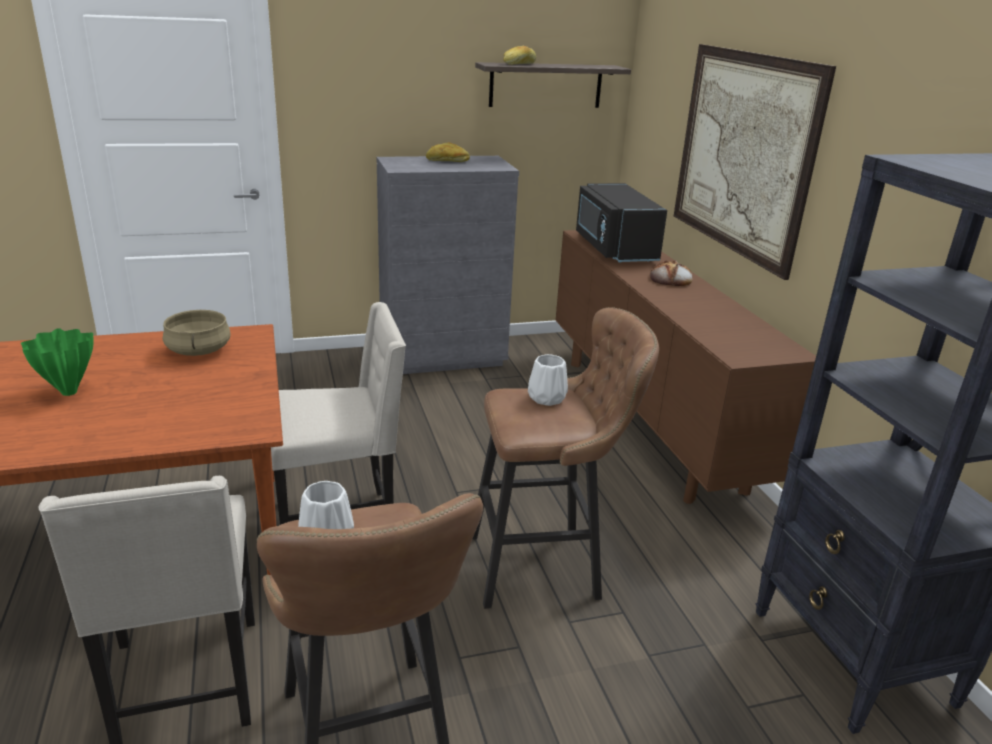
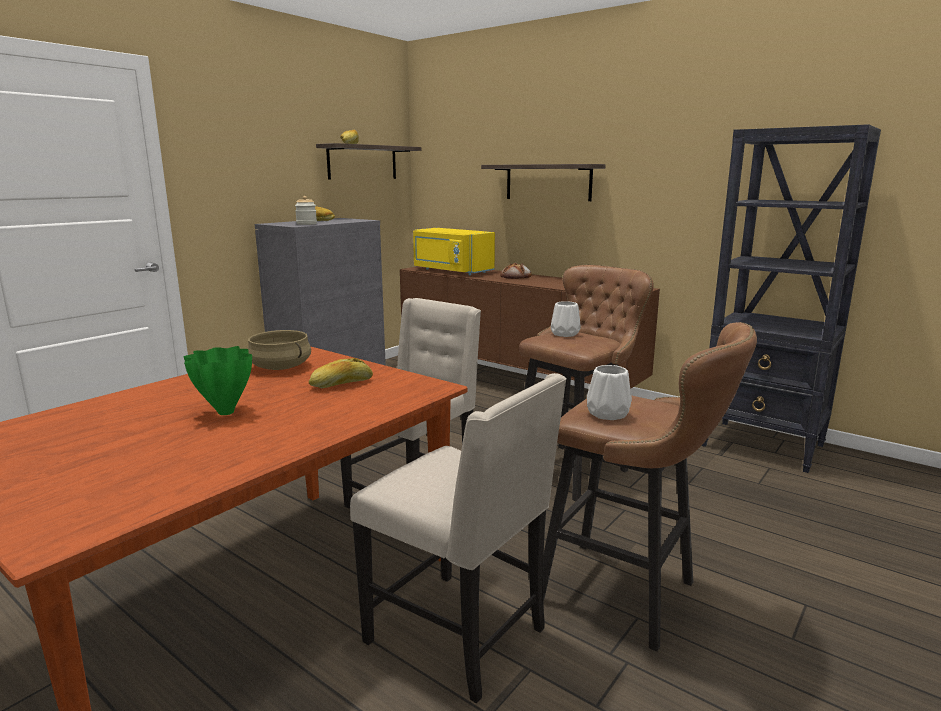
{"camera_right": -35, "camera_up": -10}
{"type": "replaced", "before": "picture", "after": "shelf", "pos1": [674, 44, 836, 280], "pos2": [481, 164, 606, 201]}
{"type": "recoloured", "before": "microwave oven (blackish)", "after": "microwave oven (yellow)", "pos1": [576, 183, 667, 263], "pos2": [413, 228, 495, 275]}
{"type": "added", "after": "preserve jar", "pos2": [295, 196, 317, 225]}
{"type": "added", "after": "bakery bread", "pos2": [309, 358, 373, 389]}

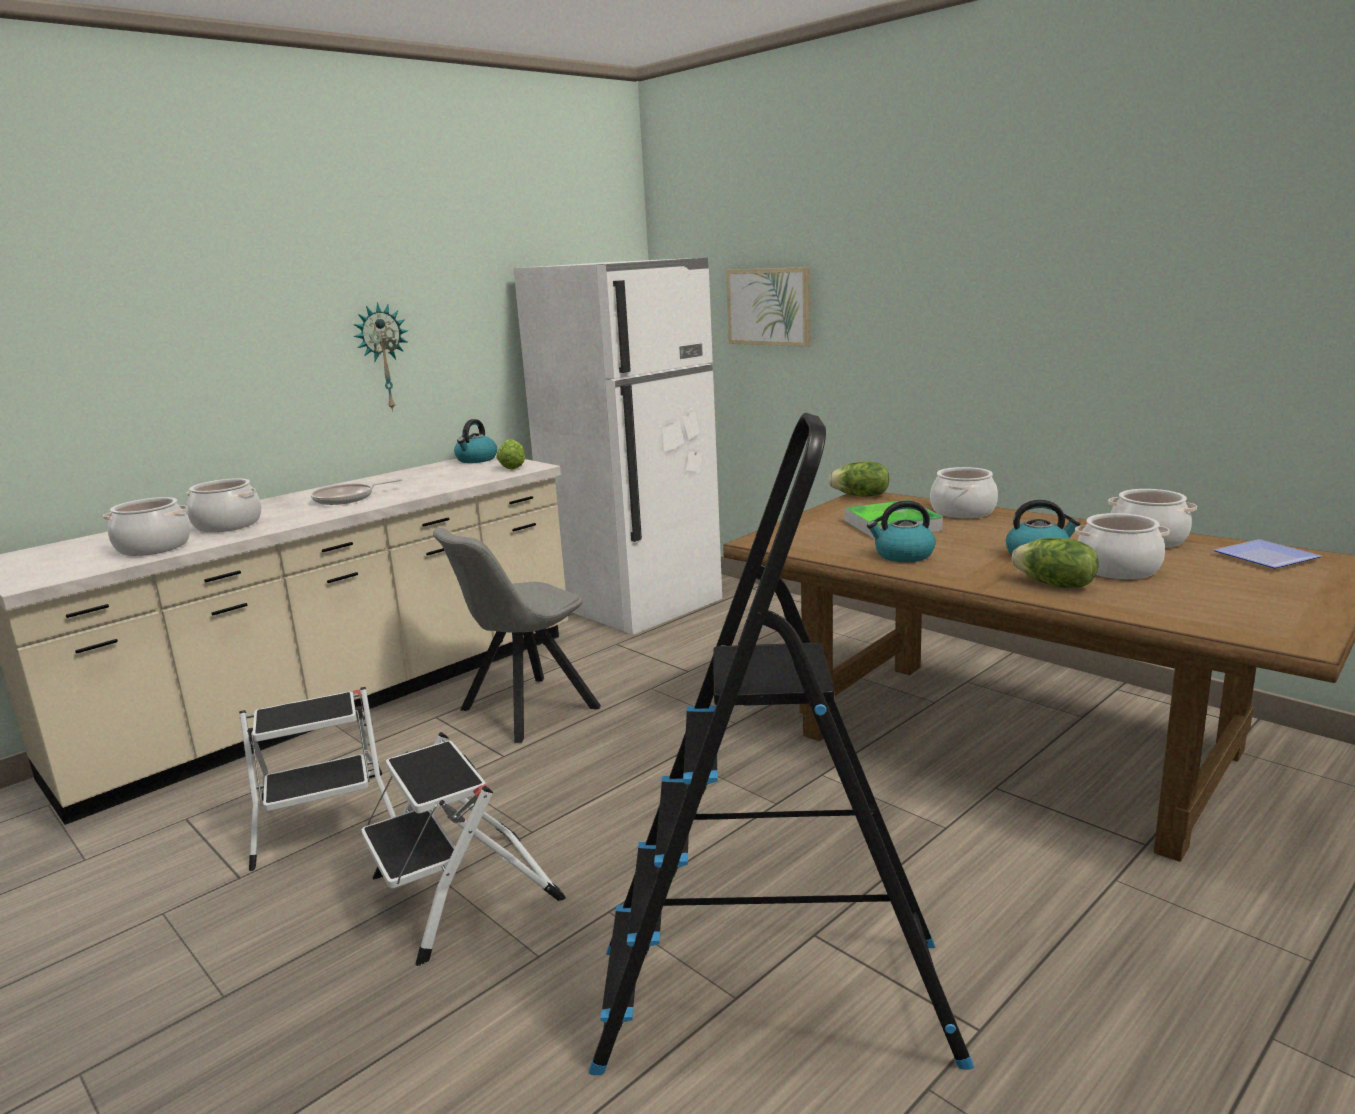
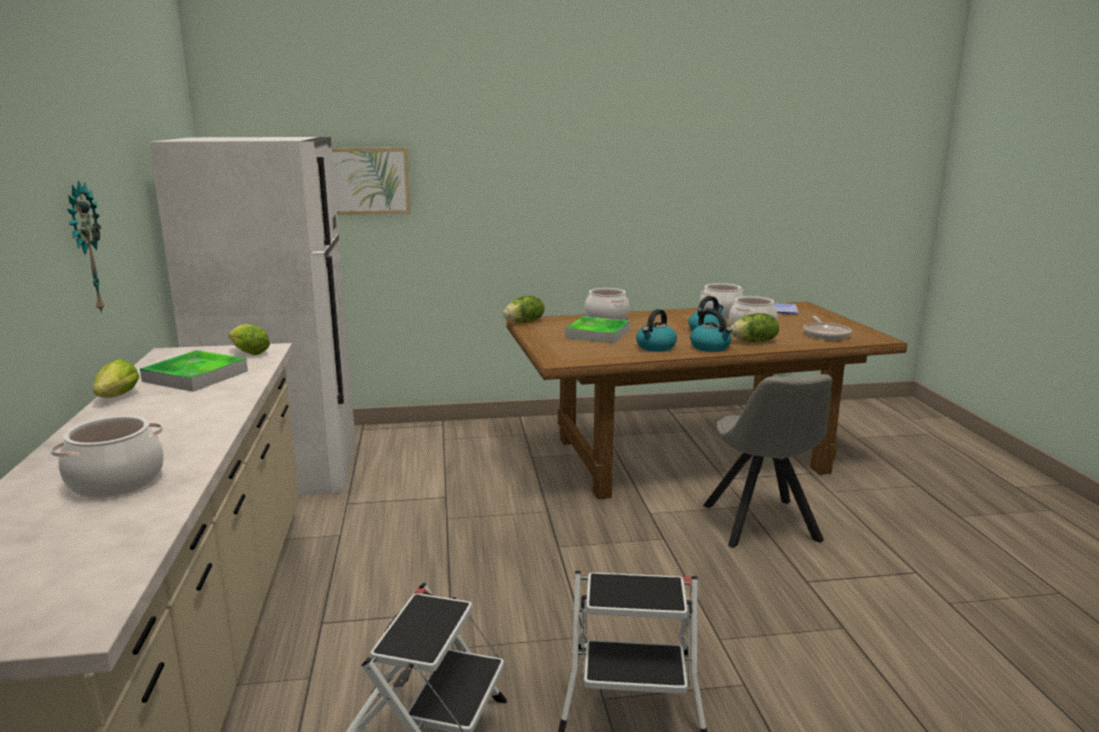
{"camera_right": -55, "camera_up": 0}
{"type": "removed", "before": "step ladder (blackish)", "pos1": [589, 413, 974, 1075]}
{"type": "moved", "before": "water kettle", "pos1": [454, 419, 497, 463], "pos2": [690, 309, 732, 352]}
{"type": "moved", "before": "pan", "pos1": [311, 479, 402, 505], "pos2": [804, 316, 852, 340]}
{"type": "removed", "before": "stockpot", "pos1": [103, 497, 190, 556]}
{"type": "moved", "before": "plain chair (grey)", "pos1": [433, 528, 601, 743], "pos2": [703, 374, 832, 548]}
{"type": "added", "after": "serving tray", "pos2": [140, 350, 248, 392]}
{"type": "added", "after": "lettuce", "pos2": [93, 359, 139, 398]}

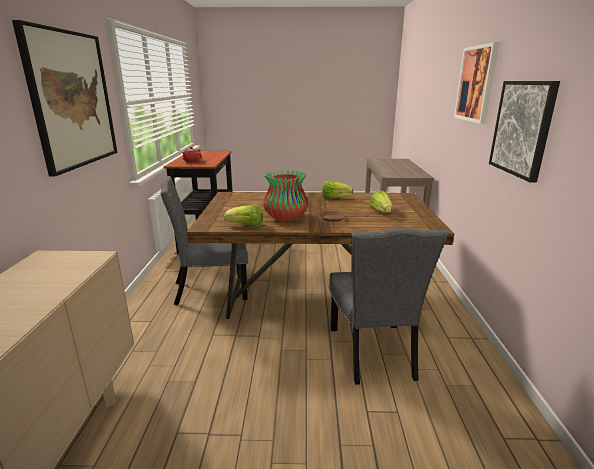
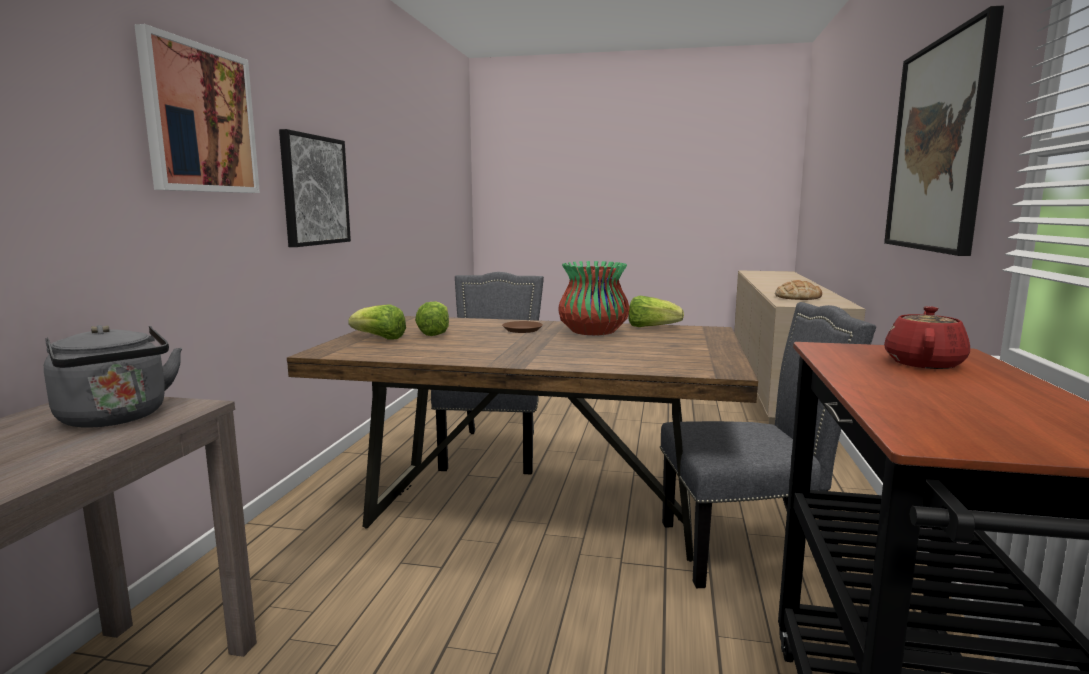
{"camera_right": -170, "camera_up": -10}
{"type": "moved", "before": "lettuce", "pos1": [322, 180, 353, 199], "pos2": [348, 304, 406, 339]}
{"type": "added", "after": "bakery bread", "pos2": [775, 280, 822, 300]}
{"type": "added", "after": "water kettle (grey)", "pos2": [44, 325, 182, 428]}

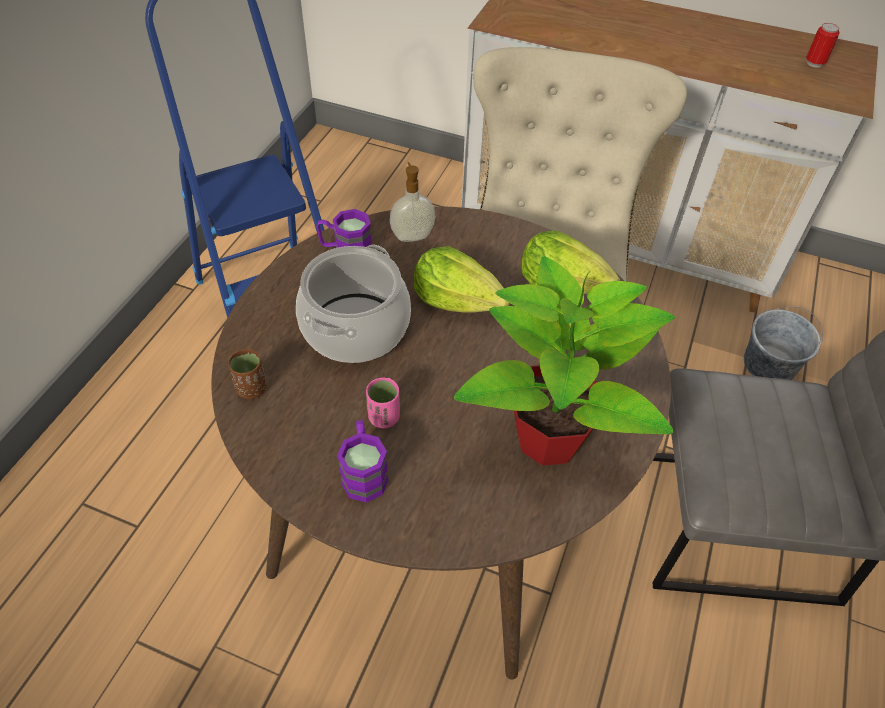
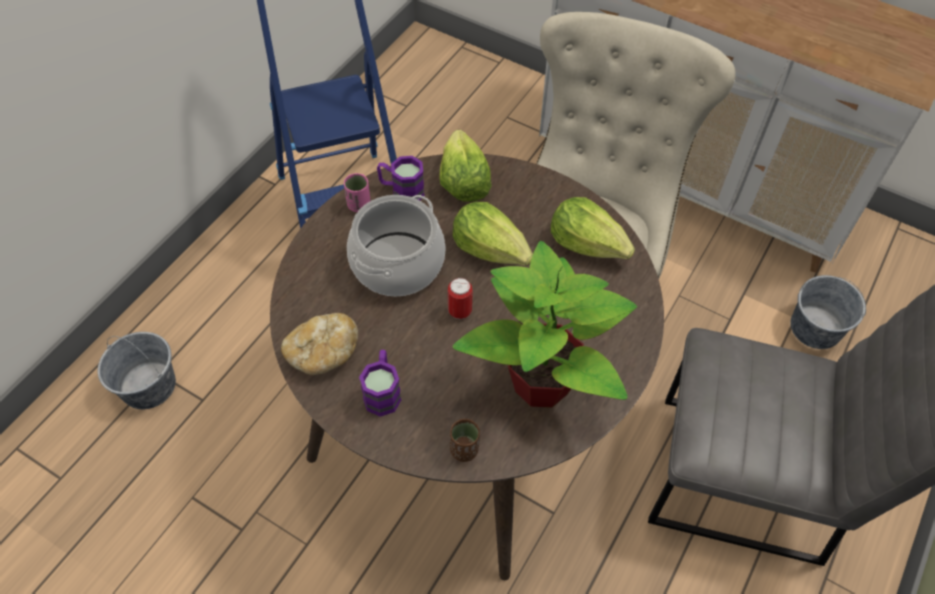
{"camera_right": 10, "camera_up": 5}
{"type": "moved", "before": "sealed can", "pos1": [806, 23, 839, 68], "pos2": [448, 278, 473, 319]}
{"type": "replaced", "before": "liquid soap bottle", "after": "lettuce", "pos1": [390, 162, 435, 242], "pos2": [439, 130, 492, 202]}
{"type": "moved", "before": "small cup (brown-coloured)", "pos1": [228, 349, 267, 399], "pos2": [450, 419, 480, 462]}
{"type": "moved", "before": "small cup (pinkish)", "pos1": [366, 378, 400, 428], "pos2": [344, 173, 370, 212]}
{"type": "added", "after": "bakery bread", "pos2": [281, 313, 358, 375]}
{"type": "added", "after": "pail (grey)", "pos2": [98, 332, 176, 409]}

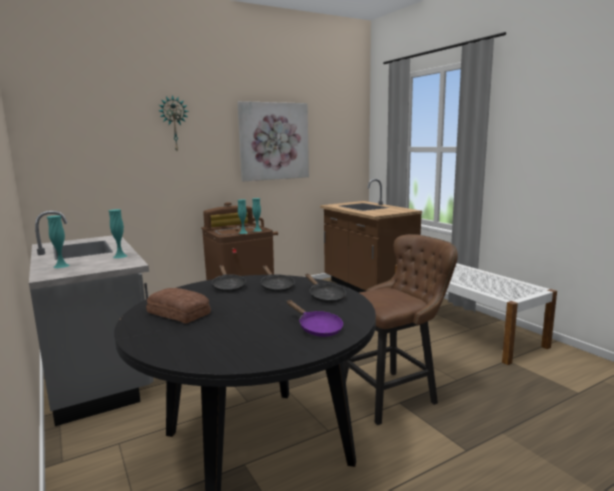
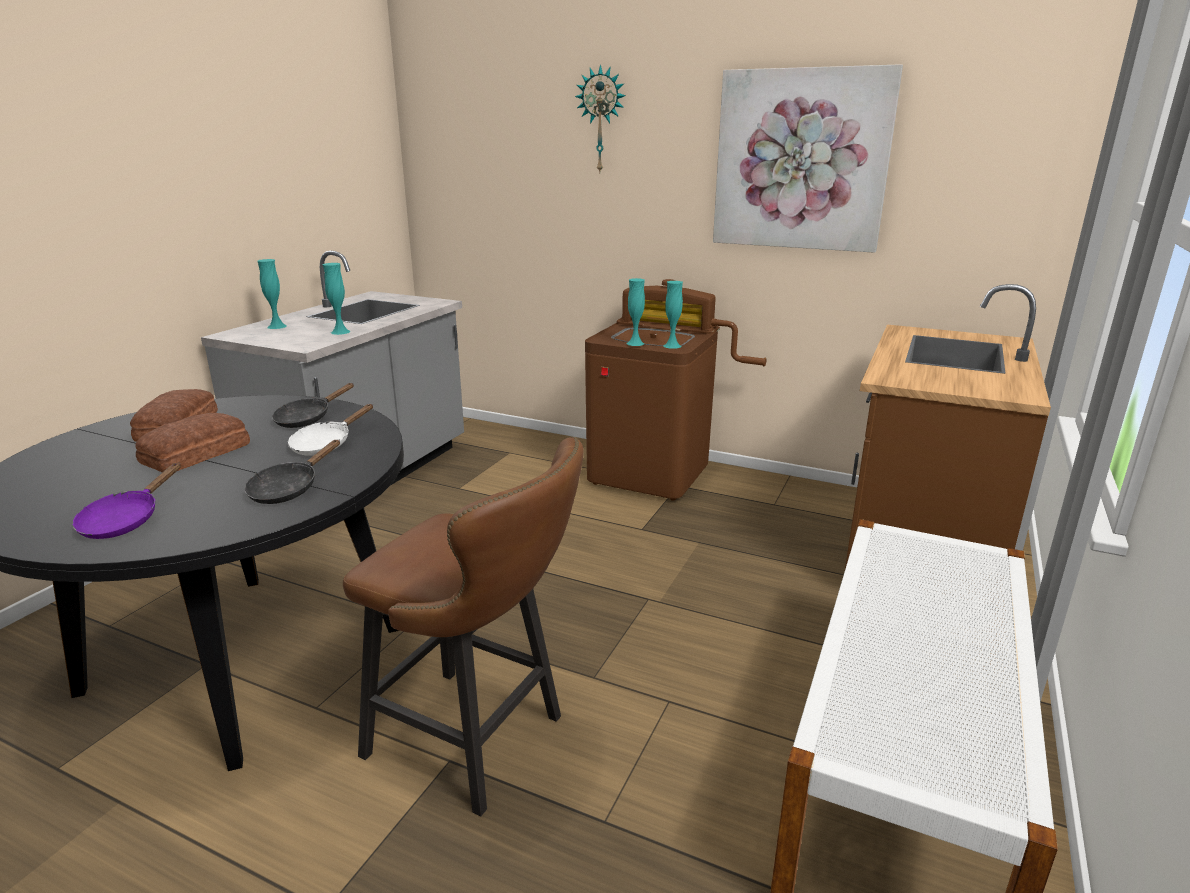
{"camera_right": 55, "camera_up": 10}
{"type": "recoloured", "before": "pan (blackish)", "after": "pan (whitish)", "pos1": [261, 265, 295, 292], "pos2": [288, 404, 373, 456]}
{"type": "added", "after": "bakery bread", "pos2": [135, 413, 250, 472]}

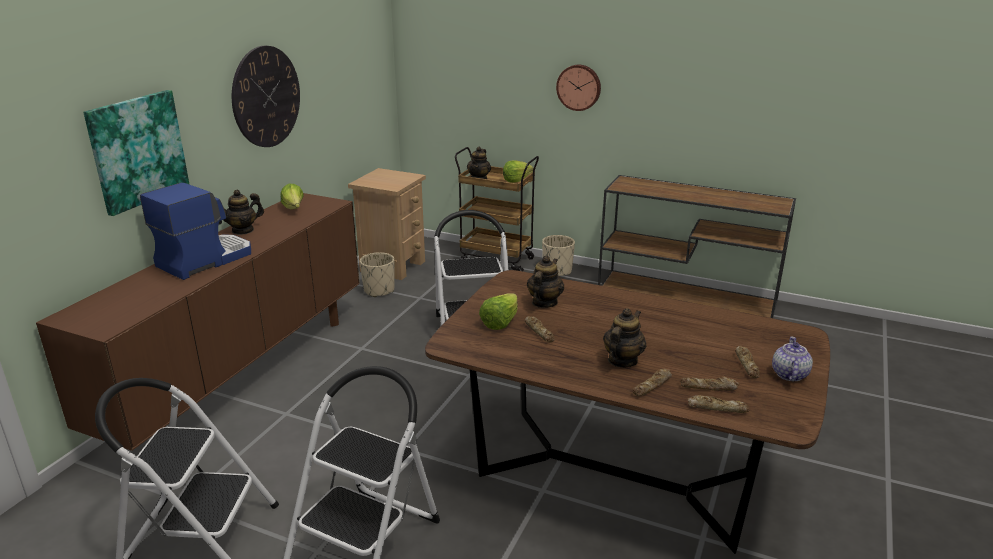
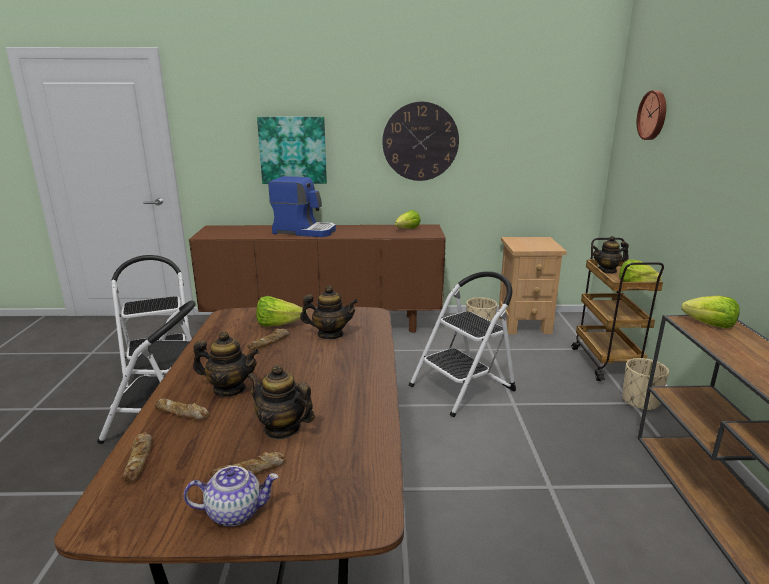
{"camera_right": 65, "camera_up": -5}
{"type": "moved", "before": "wall clock", "pos1": [556, 65, 601, 111], "pos2": [637, 90, 666, 140]}
{"type": "moved", "before": "teapot", "pos1": [223, 190, 264, 235], "pos2": [247, 365, 315, 440]}
{"type": "removed", "before": "bakery bread", "pos1": [680, 376, 739, 390]}
{"type": "added", "after": "lettuce", "pos2": [681, 296, 740, 328]}

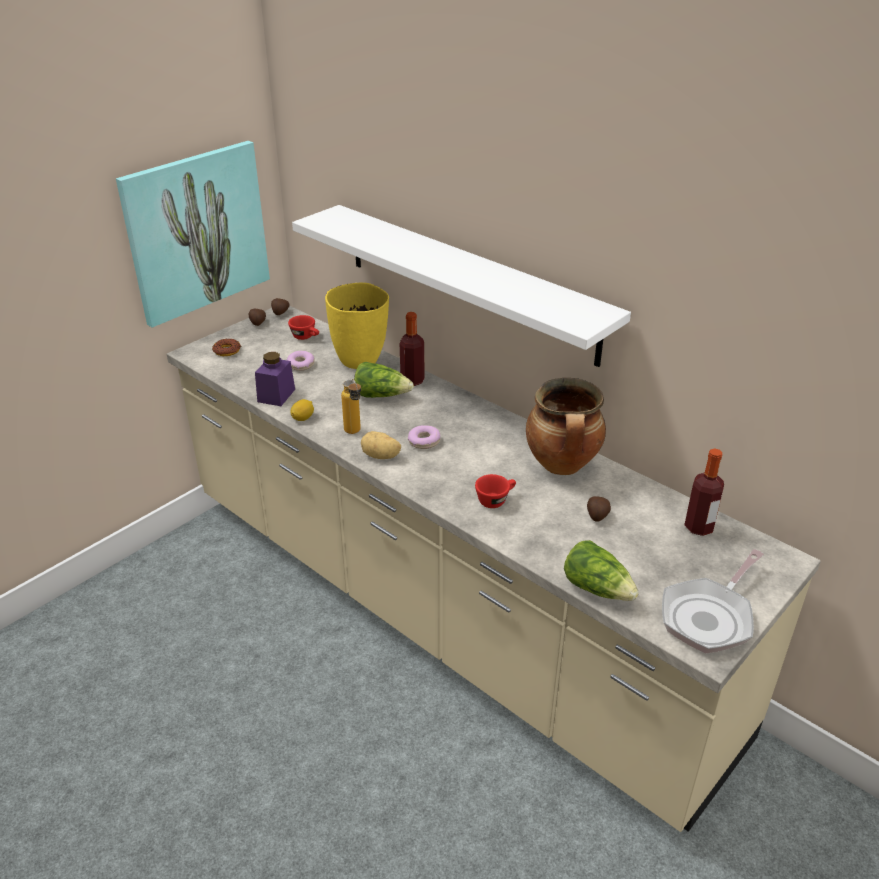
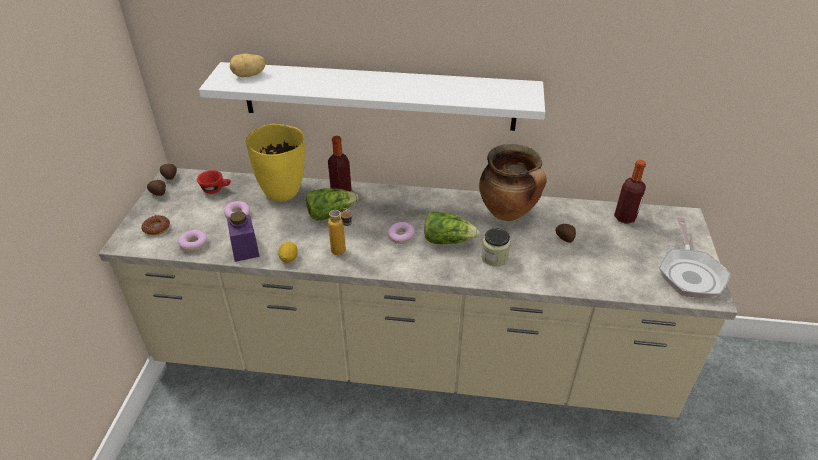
{"camera_right": -35, "camera_up": 5}
{"type": "removed", "before": "picture", "pos1": [116, 141, 270, 327]}
{"type": "moved", "before": "whole potato", "pos1": [361, 431, 401, 459], "pos2": [230, 54, 266, 77]}
{"type": "replaced", "before": "small cup (red-coloured)", "after": "preserve jar", "pos1": [475, 474, 516, 508], "pos2": [481, 228, 511, 266]}
{"type": "moved", "before": "lettuce", "pos1": [564, 540, 639, 601], "pos2": [424, 211, 480, 244]}
{"type": "added", "after": "ring doughnut", "pos2": [178, 230, 207, 252]}

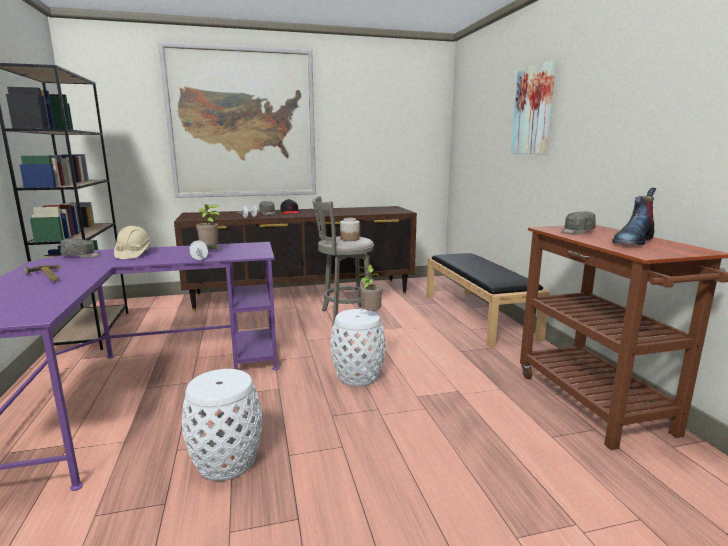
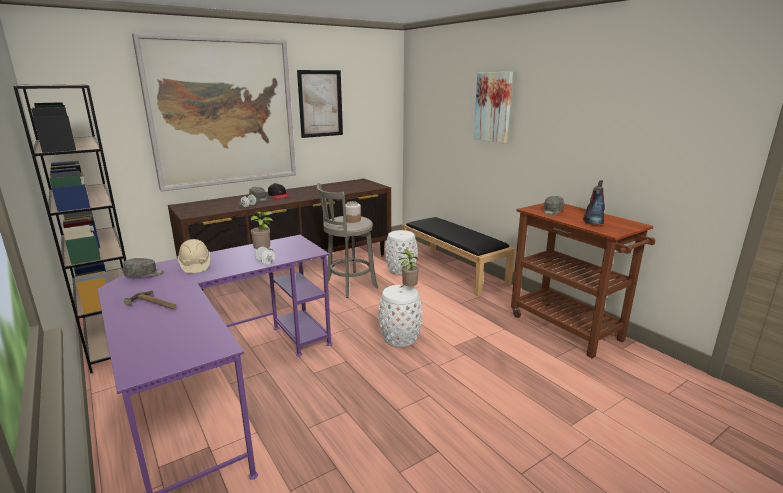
{"camera_right": -20, "camera_up": 5}
{"type": "moved", "before": "stool (whitish)", "pos1": [182, 369, 262, 481], "pos2": [385, 230, 418, 275]}
{"type": "added", "after": "picture", "pos2": [297, 70, 343, 138]}

